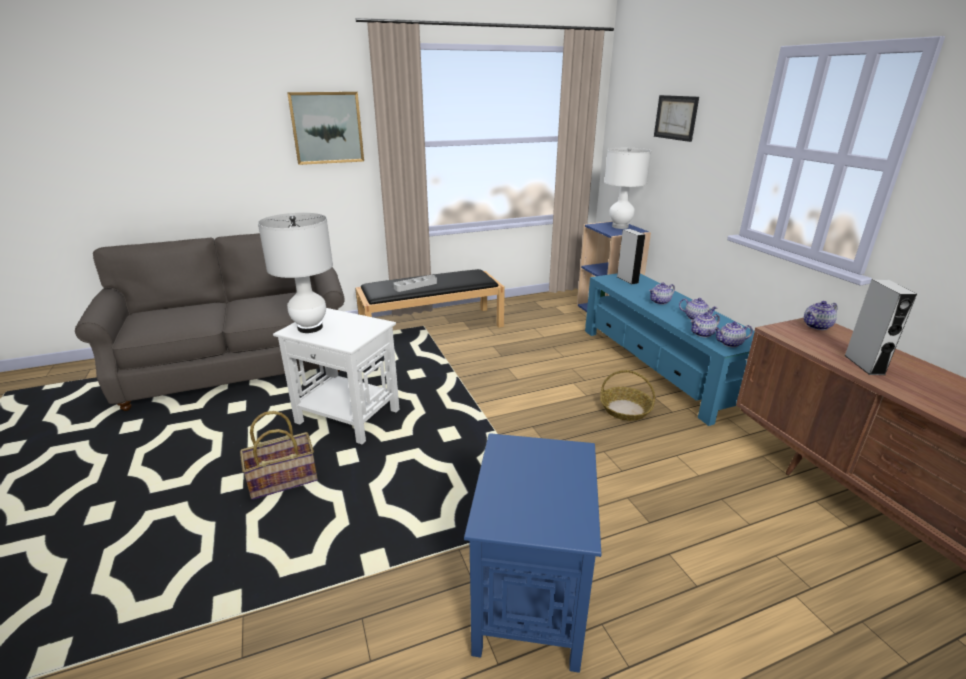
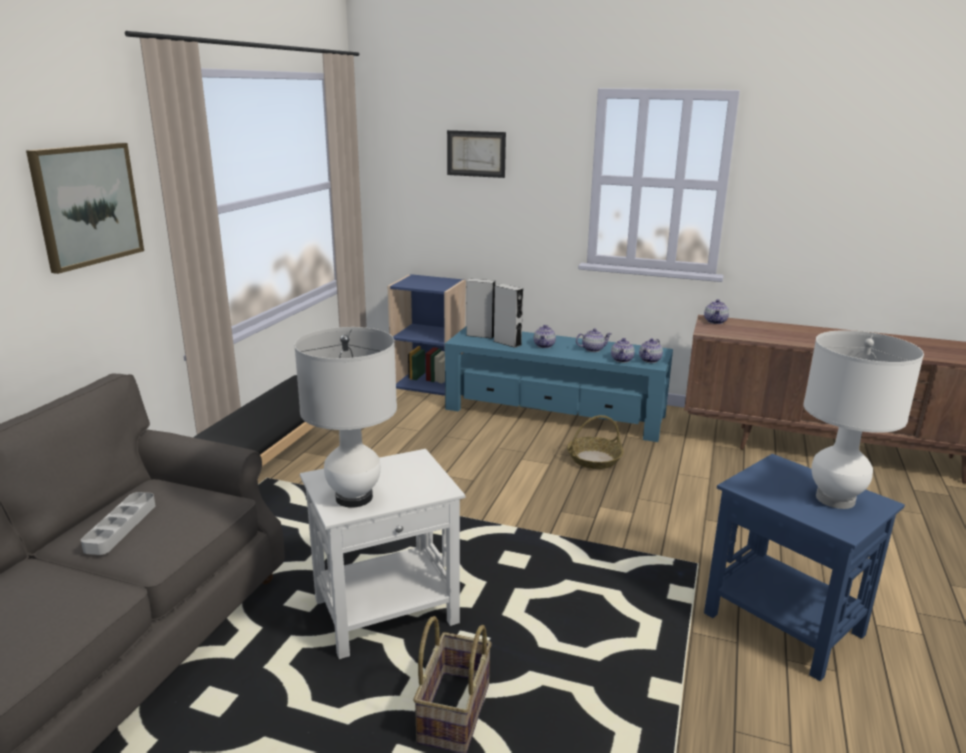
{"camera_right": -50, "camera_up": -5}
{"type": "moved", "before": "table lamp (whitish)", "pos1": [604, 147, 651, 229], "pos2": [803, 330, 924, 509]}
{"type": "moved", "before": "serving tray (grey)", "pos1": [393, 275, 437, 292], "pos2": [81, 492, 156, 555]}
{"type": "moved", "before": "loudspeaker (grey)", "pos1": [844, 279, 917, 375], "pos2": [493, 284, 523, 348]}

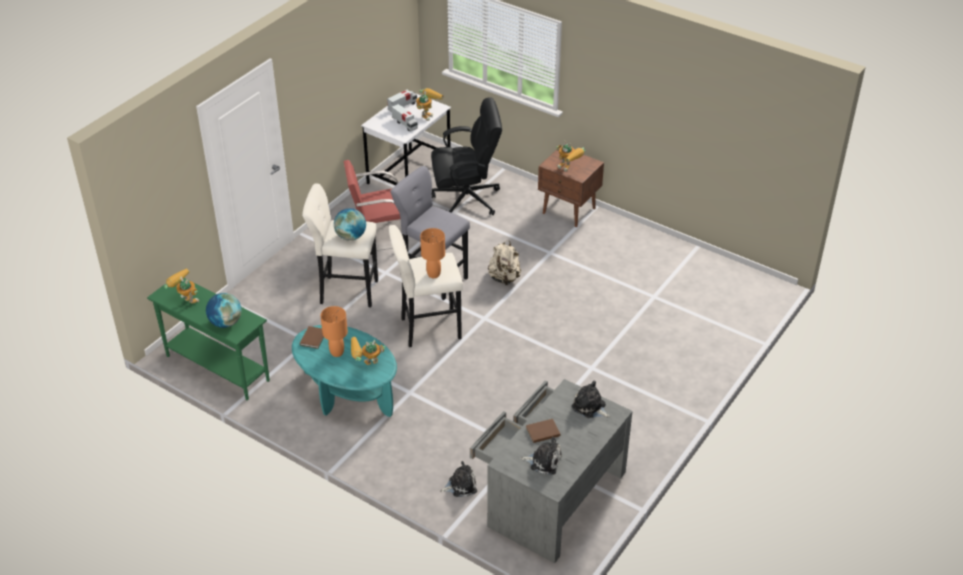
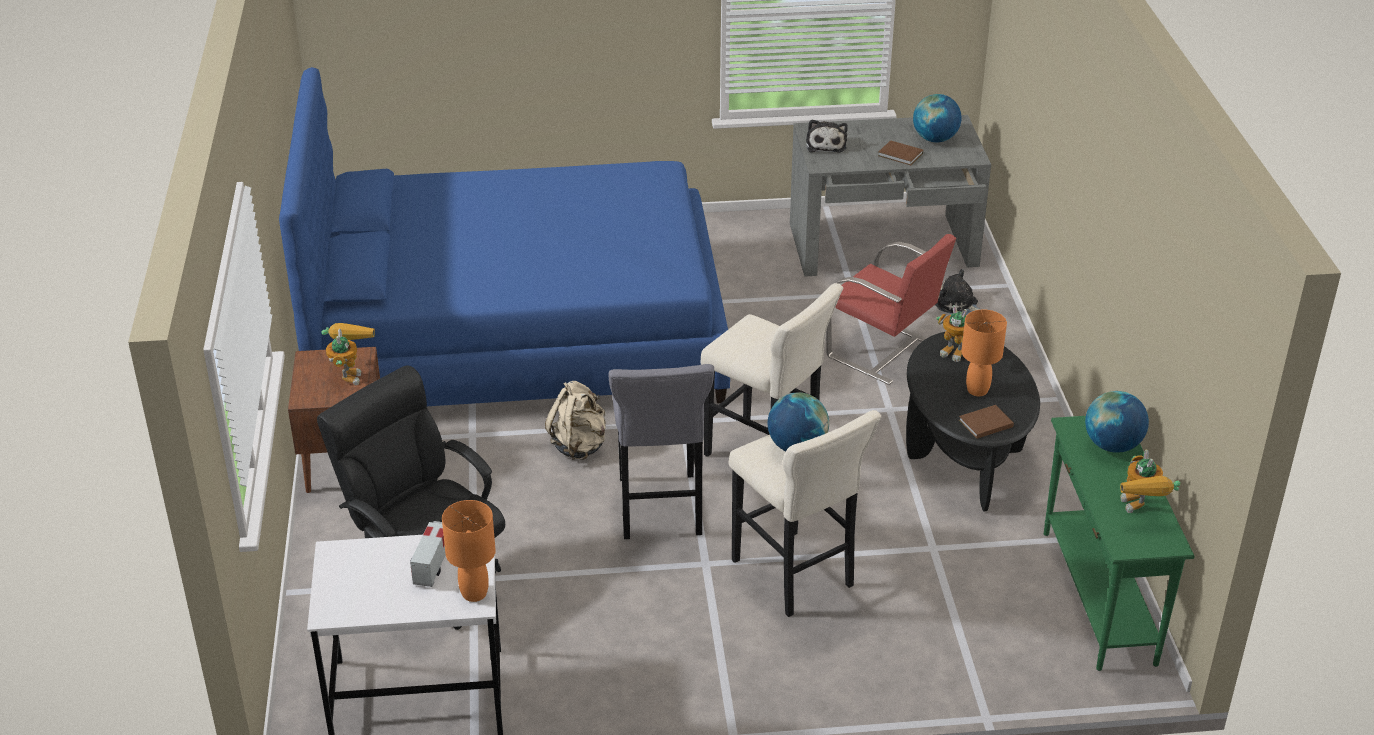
{"camera_right": -130, "camera_up": -5}
{"type": "removed", "before": "robot figure", "pos1": [416, 88, 444, 121]}
{"type": "removed", "before": "toy lorry", "pos1": [387, 90, 417, 112]}
{"type": "moved", "before": "plain chair (red-coloured)", "pos1": [344, 160, 401, 251], "pos2": [826, 234, 956, 385]}
{"type": "moved", "before": "table lamp (orangey)", "pos1": [420, 228, 445, 278], "pos2": [442, 500, 496, 602]}
{"type": "recoloured", "before": "low table (blue-green)", "after": "low table (blackish)", "pos1": [292, 325, 397, 417], "pos2": [906, 332, 1040, 511]}
{"type": "replaced", "before": "cuddly toy", "after": "globe", "pos1": [520, 437, 562, 475], "pos2": [913, 94, 961, 143]}
{"type": "added", "after": "sleeping bed (blue-coloured)", "pos2": [279, 67, 730, 406]}

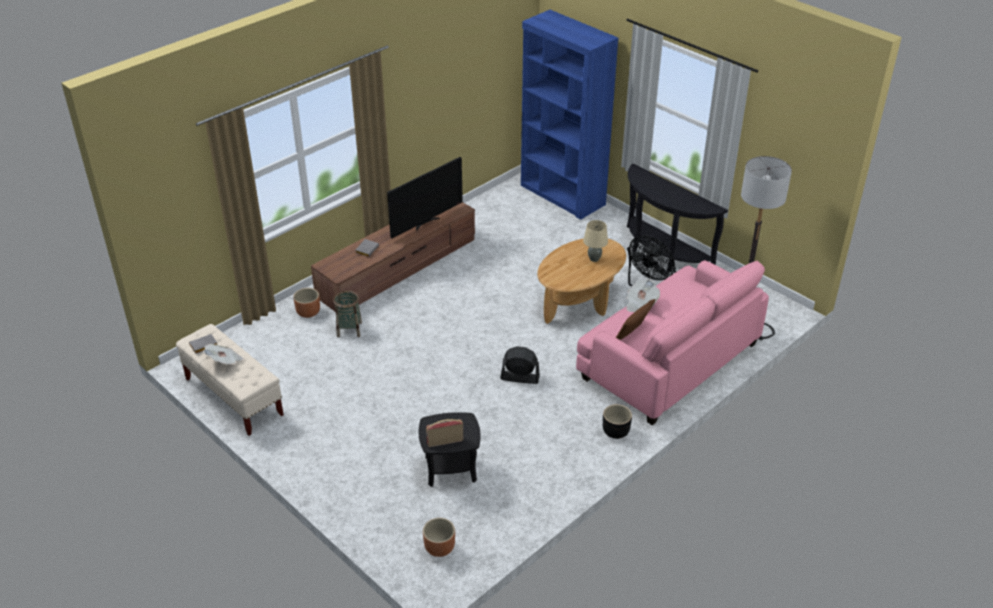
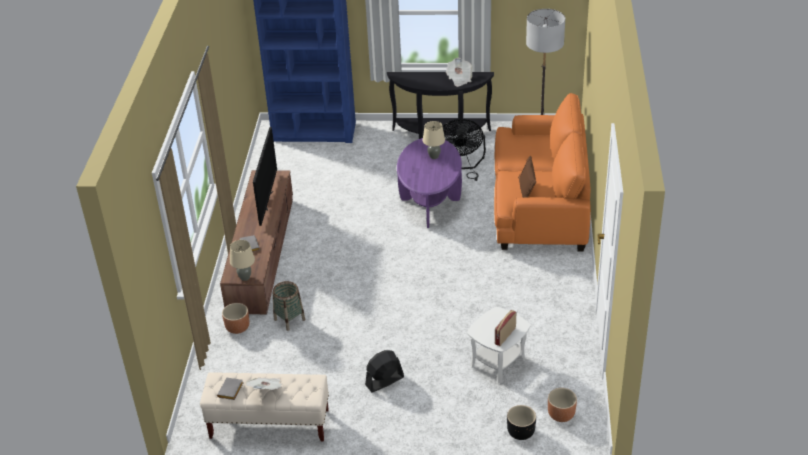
{"camera_right": -40, "camera_up": 0}
{"type": "recoloured", "before": "low table (brown-coloured)", "after": "low table (purplish)", "pos1": [537, 239, 626, 324], "pos2": [397, 138, 462, 228]}
{"type": "recoloured", "before": "sofa (pinkish)", "after": "sofa (orangey)", "pos1": [576, 260, 769, 425], "pos2": [494, 93, 591, 251]}
{"type": "moved", "before": "newspaper", "pos1": [626, 280, 660, 312], "pos2": [446, 58, 473, 87]}
{"type": "moved", "before": "electric fan (blackish)", "pos1": [500, 346, 540, 384], "pos2": [365, 350, 404, 392]}
{"type": "moved", "before": "plant pot (blackish)", "pos1": [603, 404, 632, 439], "pos2": [507, 405, 536, 440]}
{"type": "recoloured", "before": "accent table (blackish)", "after": "accent table (whitish)", "pos1": [419, 412, 480, 487], "pos2": [467, 307, 530, 383]}
{"type": "added", "after": "table lamp (beige)", "pos2": [230, 240, 255, 281]}

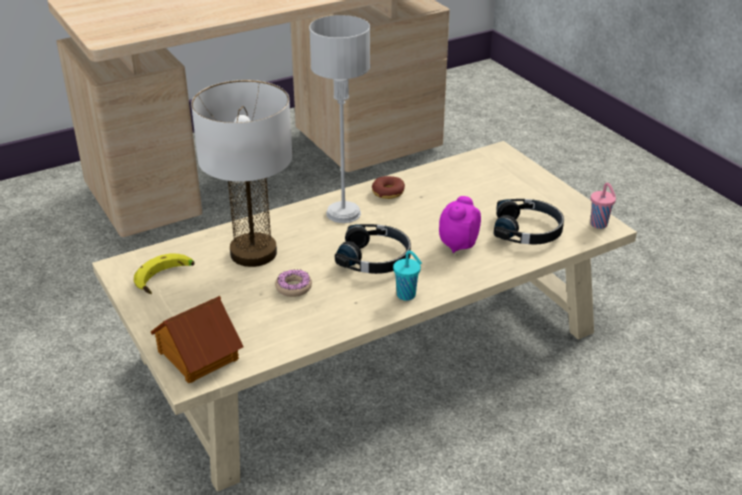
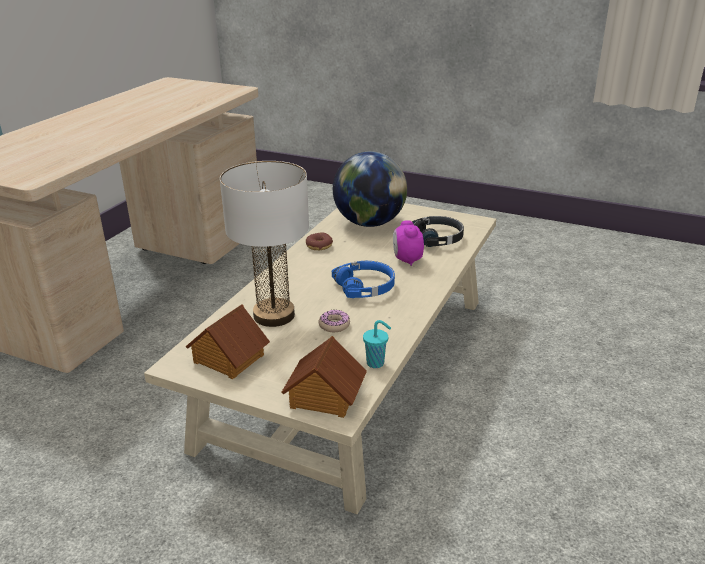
{"camera_right": -35, "camera_up": -5}
{"type": "removed", "before": "table lamp (grey)", "pos1": [309, 15, 370, 223]}
{"type": "removed", "before": "small cup (pinkish)", "pos1": [590, 183, 616, 229]}
{"type": "recoloured", "before": "headphones (blackish)", "after": "headphones (blue-coloured)", "pos1": [335, 224, 411, 274], "pos2": [332, 261, 395, 298]}
{"type": "moved", "before": "small cup (blue-green)", "pos1": [393, 251, 422, 301], "pos2": [363, 320, 391, 368]}
{"type": "replaced", "before": "banana", "after": "toy house", "pos1": [134, 253, 195, 294], "pos2": [186, 304, 270, 379]}
{"type": "added", "after": "globe", "pos2": [333, 151, 407, 227]}

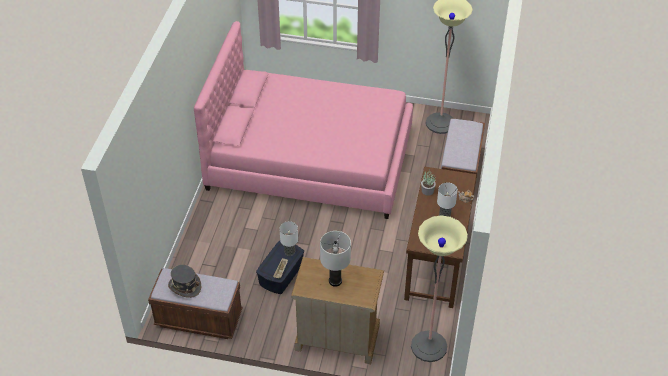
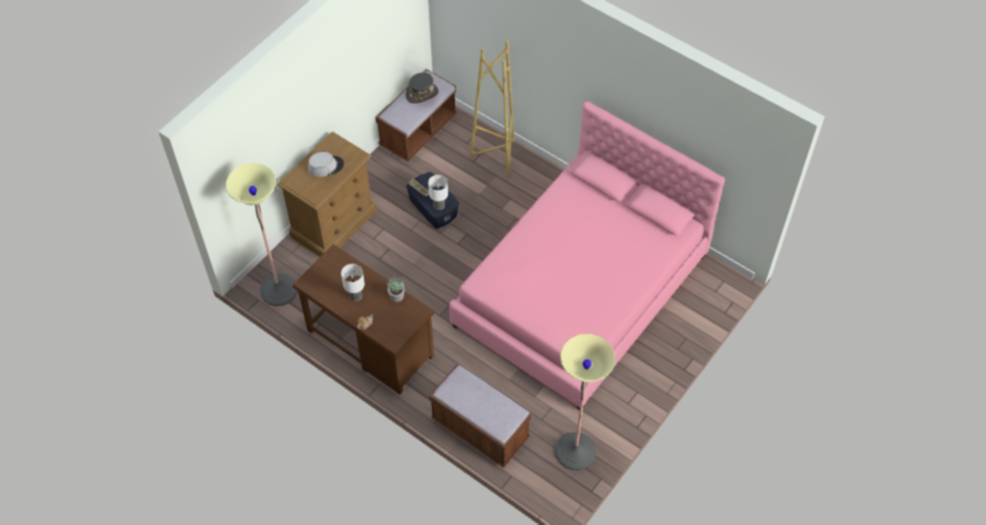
{"camera_right": 115, "camera_up": 10}
{"type": "replaced", "before": "table lamp (whitish)", "after": "wearable hat (grey)", "pos1": [320, 231, 351, 287], "pos2": [308, 152, 344, 177]}
{"type": "added", "after": "garment rack (yellow)", "pos2": [470, 40, 515, 178]}

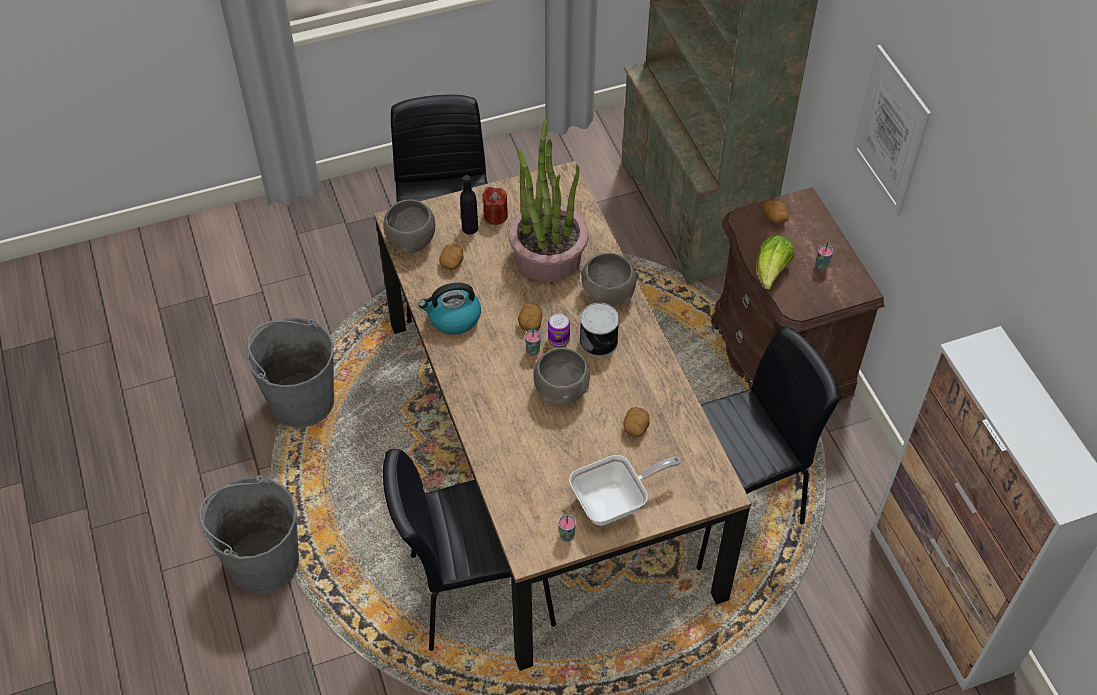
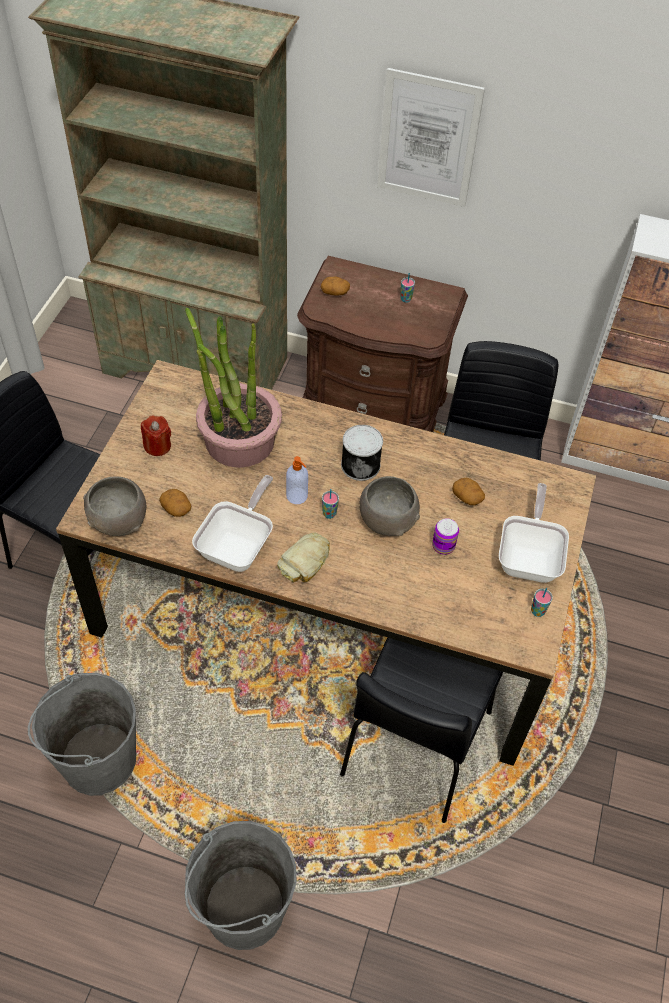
{"camera_right": -55, "camera_up": 0}
{"type": "removed", "before": "beverage bottle (blackish)", "pos1": [460, 175, 478, 234]}
{"type": "removed", "before": "lettuce", "pos1": [756, 235, 794, 290]}
{"type": "removed", "before": "bowl (grey)", "pos1": [580, 253, 637, 306]}
{"type": "replaced", "before": "water kettle", "after": "pan", "pos1": [418, 283, 481, 334], "pos2": [192, 475, 273, 572]}
{"type": "replaced", "before": "whole potato", "after": "liquid soap bottle", "pos1": [518, 303, 543, 331], "pos2": [286, 456, 308, 504]}
{"type": "moved", "before": "sealed can", "pos1": [548, 314, 570, 348], "pos2": [432, 518, 459, 555]}
{"type": "added", "after": "bakery bread", "pos2": [277, 533, 330, 582]}

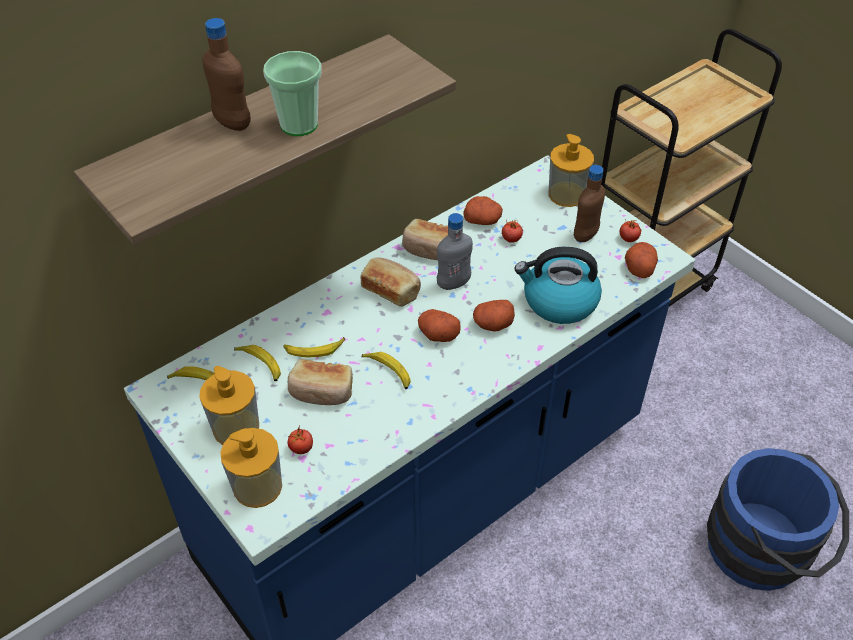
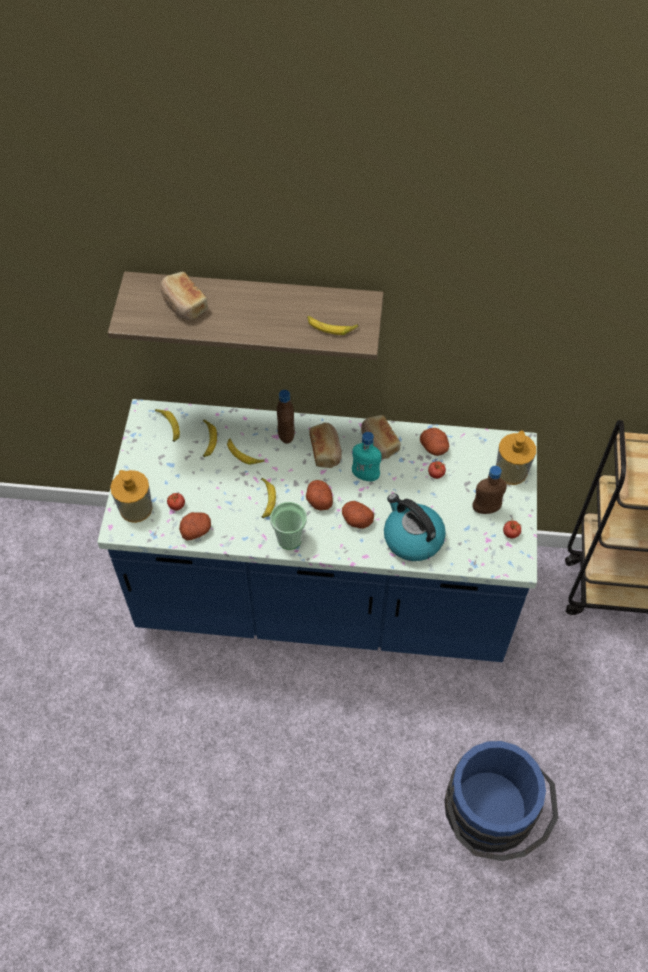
{"camera_right": 45, "camera_up": 10}
{"type": "moved", "before": "beverage bottle (brown-coloured)", "pos1": [202, 18, 251, 131], "pos2": [277, 390, 295, 444]}
{"type": "moved", "before": "small cup", "pos1": [263, 51, 322, 136], "pos2": [270, 502, 307, 550]}
{"type": "recoloured", "before": "beverage bottle (grey)", "after": "beverage bottle (blue-green)", "pos1": [437, 213, 473, 290], "pos2": [352, 432, 382, 481]}
{"type": "moved", "before": "whole potato", "pos1": [625, 242, 658, 278], "pos2": [179, 512, 211, 540]}
{"type": "moved", "before": "bakery bread", "pos1": [287, 359, 353, 405], "pos2": [160, 272, 208, 320]}
{"type": "removed", "before": "liquid soap bottle", "pos1": [199, 366, 259, 445]}
{"type": "added", "after": "banana", "pos2": [307, 315, 359, 335]}

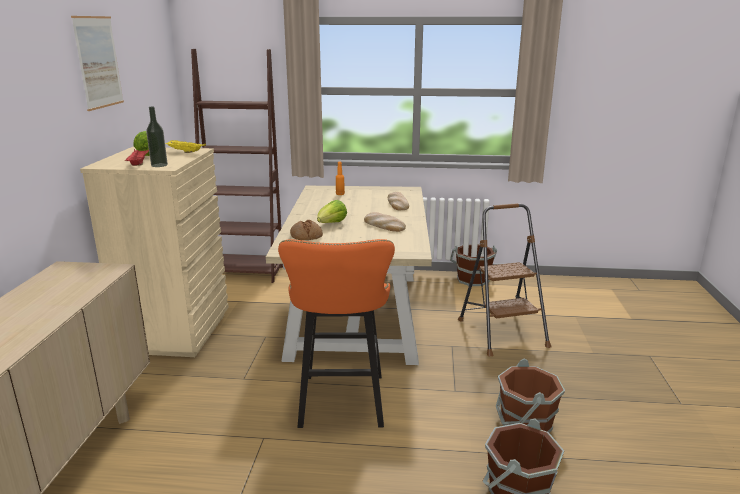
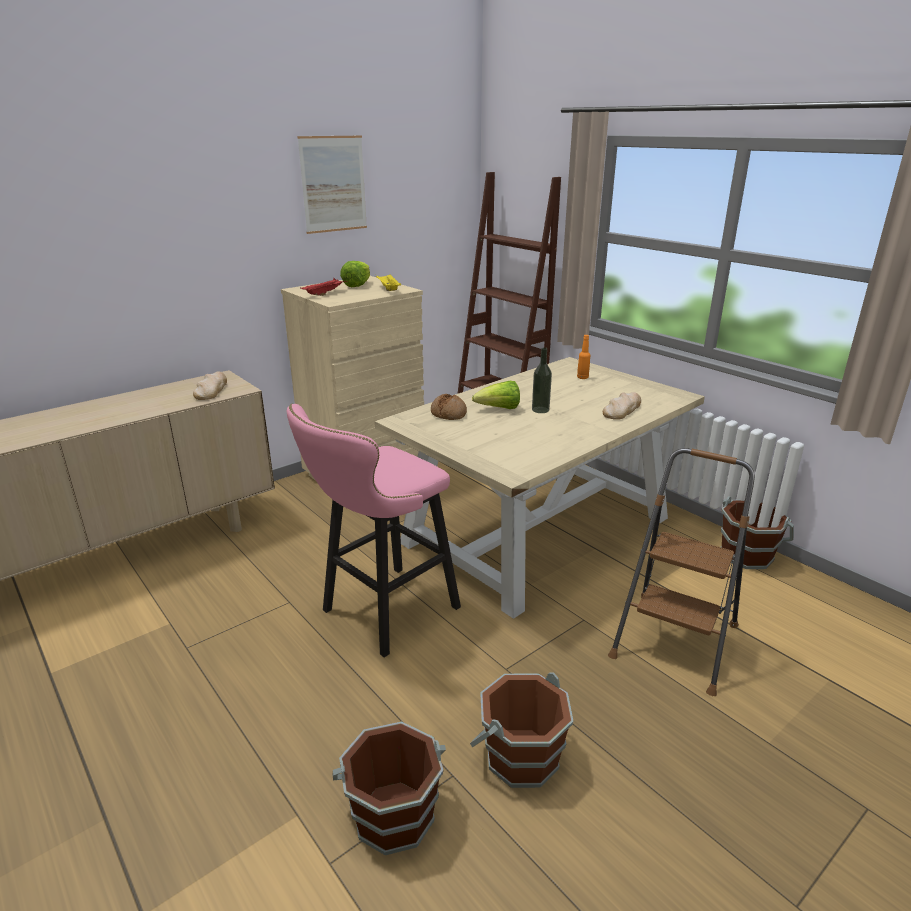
{"camera_right": 45, "camera_up": 5}
{"type": "moved", "before": "beverage bottle", "pos1": [146, 107, 168, 167], "pos2": [532, 347, 552, 413]}
{"type": "moved", "before": "bakery bread", "pos1": [364, 212, 406, 232], "pos2": [193, 371, 227, 400]}
{"type": "recoloured", "before": "stool (orangey)", "after": "stool (pinkish)", "pos1": [278, 239, 395, 428], "pos2": [287, 404, 461, 658]}

